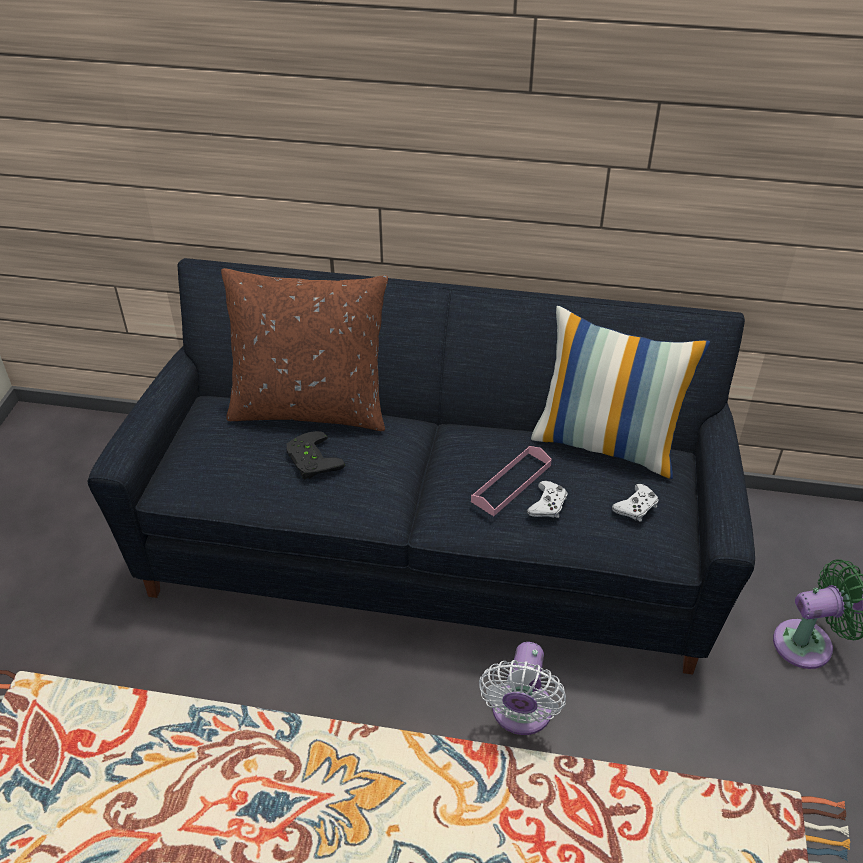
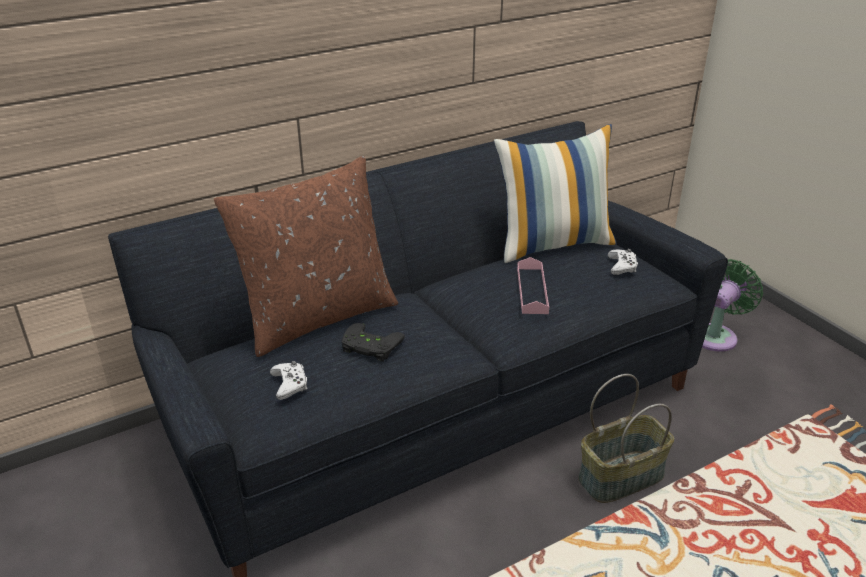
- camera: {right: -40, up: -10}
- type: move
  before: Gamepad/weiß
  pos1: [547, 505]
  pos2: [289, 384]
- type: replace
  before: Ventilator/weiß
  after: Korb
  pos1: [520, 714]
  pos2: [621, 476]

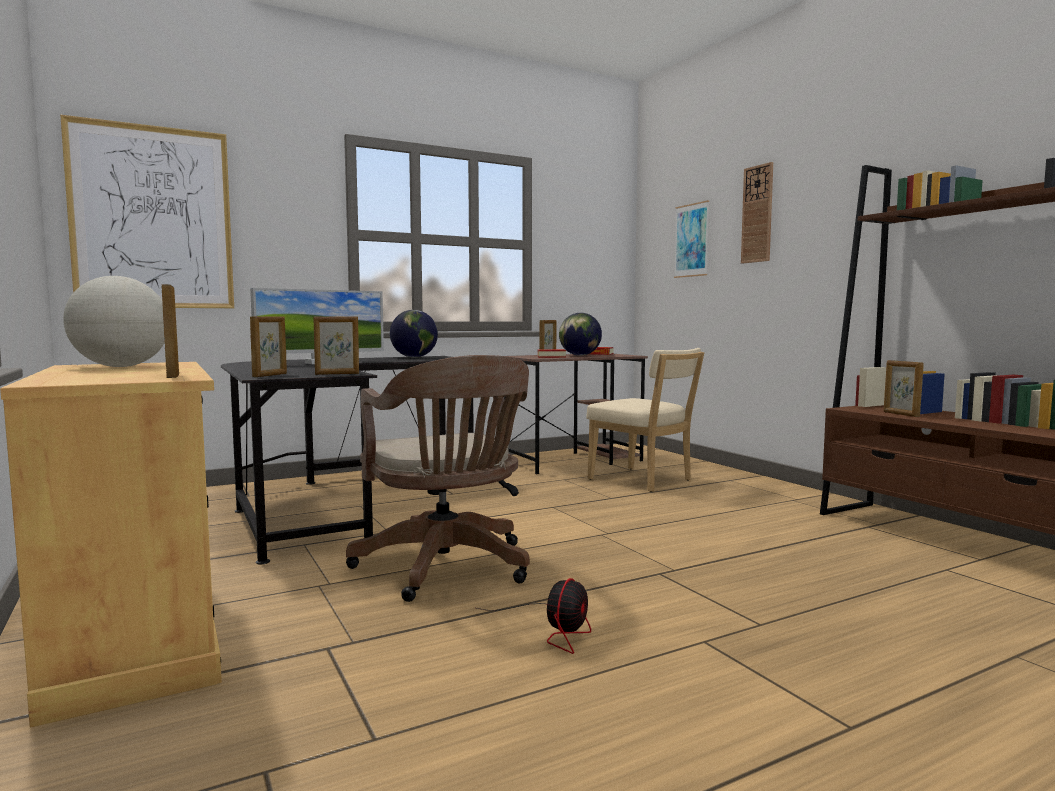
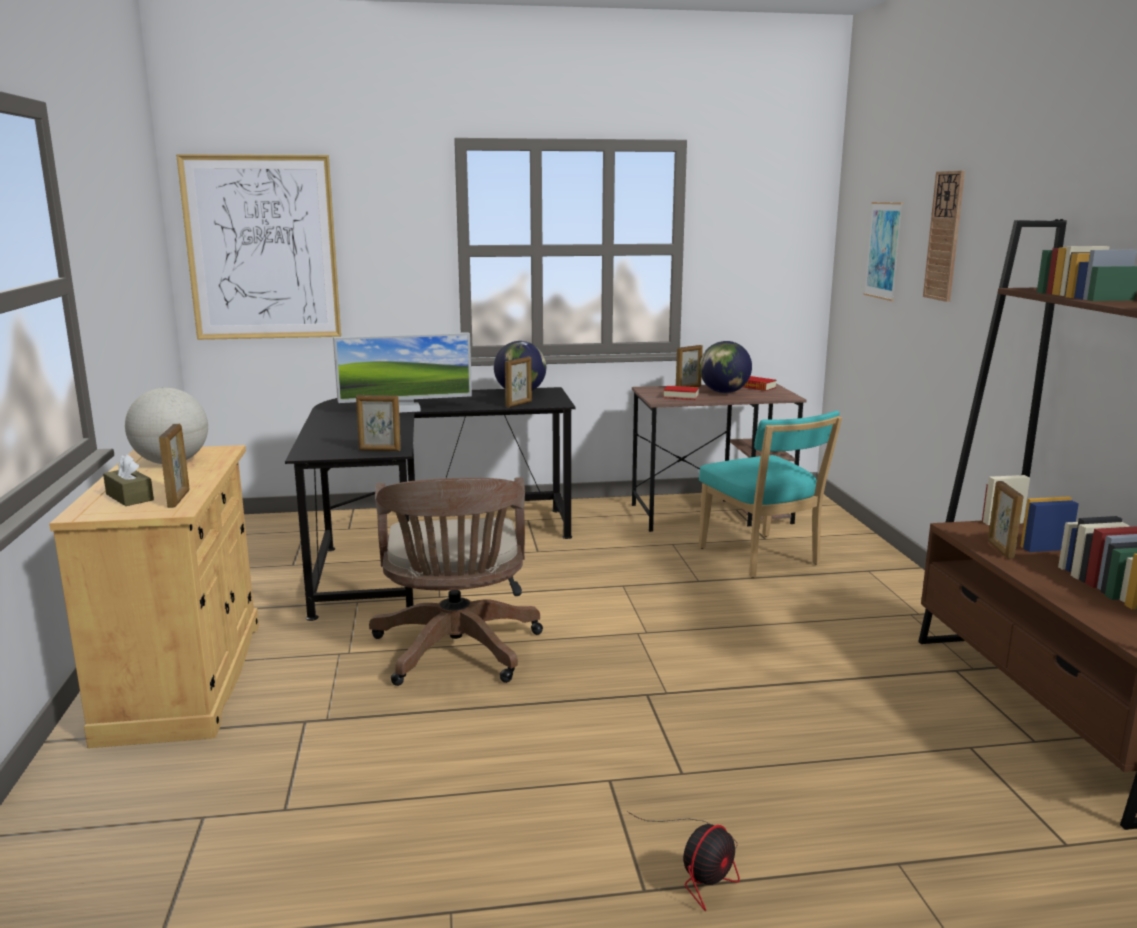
- camera: {right: 20, up: 10}
- type: insert
  after: Taschentuchbox/braun
  pos2: [129, 497]
- type: move
  before: Bilderrahmen
  pos1: [270, 375]
  pos2: [519, 404]
- type: move
  before: Ventilator
  pos1: [555, 629]
  pos2: [701, 867]
- type: recolor
  before: Stuhl/beige
  after: Stuhl/türkis
  pos1: [643, 480]
  pos2: [762, 558]

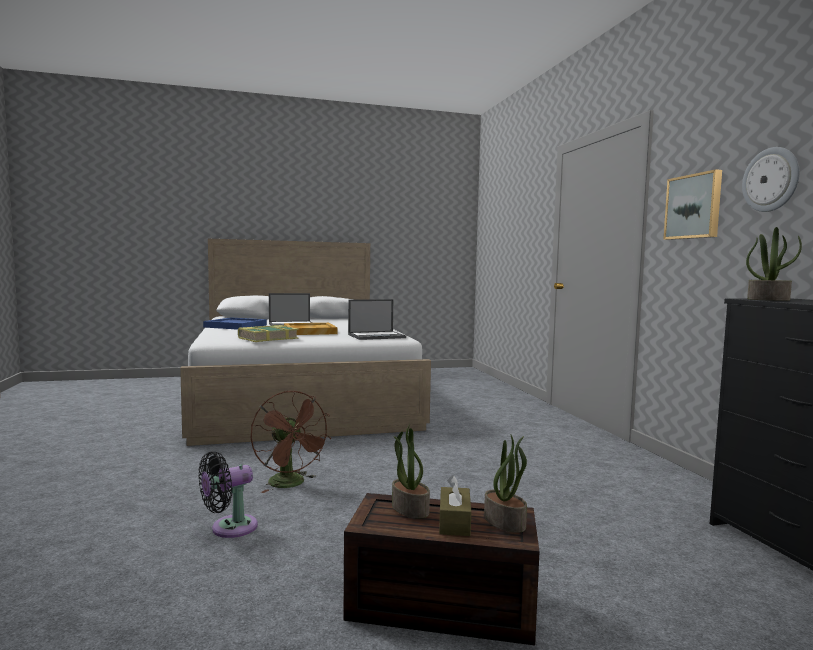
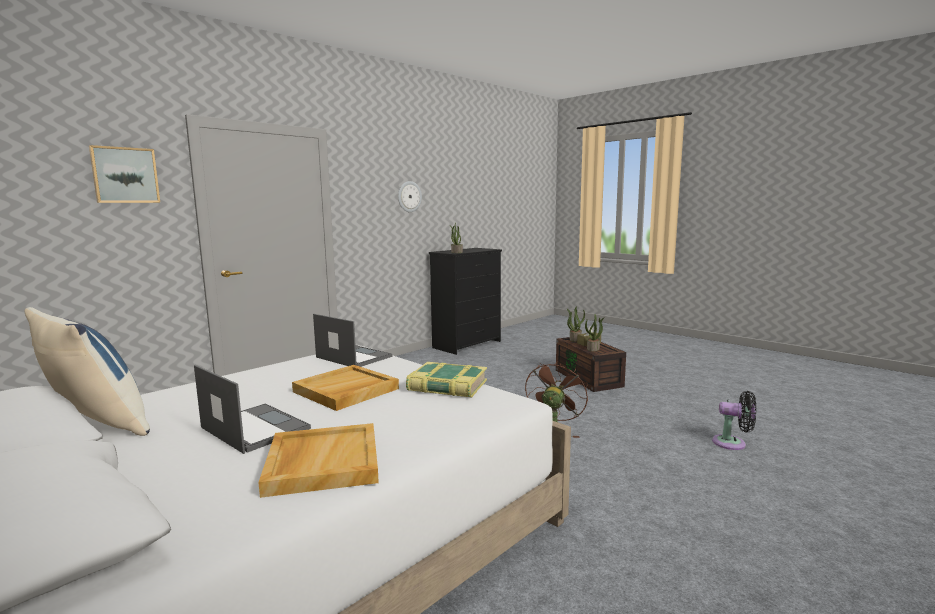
- camera: {right: -120, up: 5}
- type: insert
  after: Kissen/blau
  pos2: [95, 426]
- type: move
  before: Ventilator/schwarz
  pos1: [229, 528]
  pos2: [732, 443]
- type: move
  before: Bild
  pos1: [694, 206]
  pos2: [125, 175]
- type: recolor
  before: Tablett/blau
  after: Tablett/beige
  pos1: [236, 326]
  pos2: [322, 462]

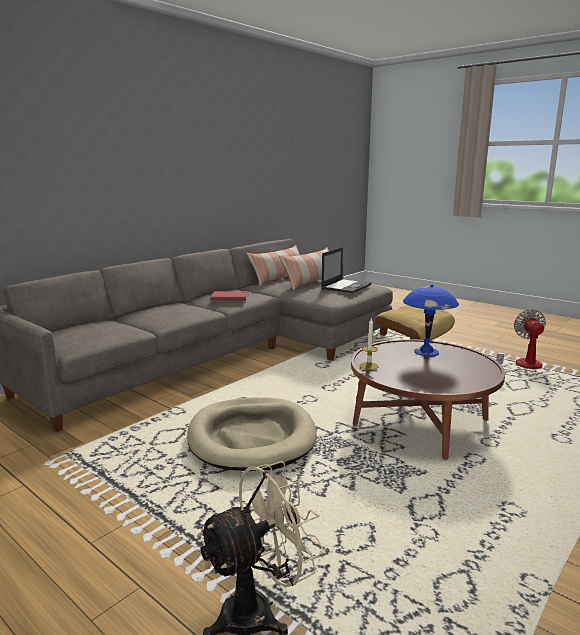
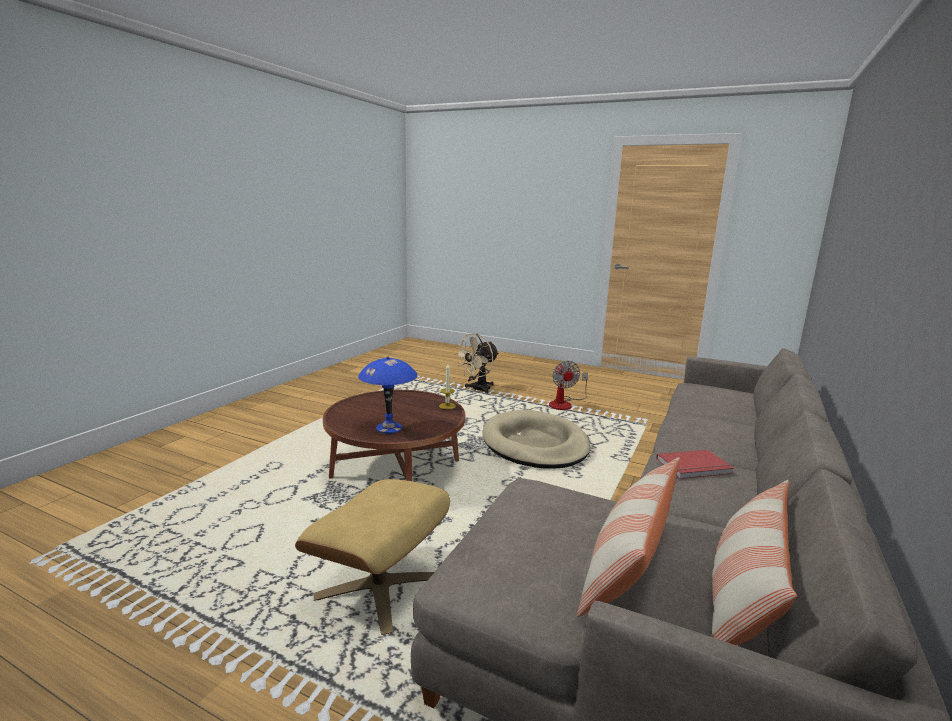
- camera: {right: 165, up: 0}
- type: delete
  before: Laptop
  pos1: [346, 286]
- type: move
  before: Ventilator
  pos1: [523, 367]
  pos2: [564, 404]

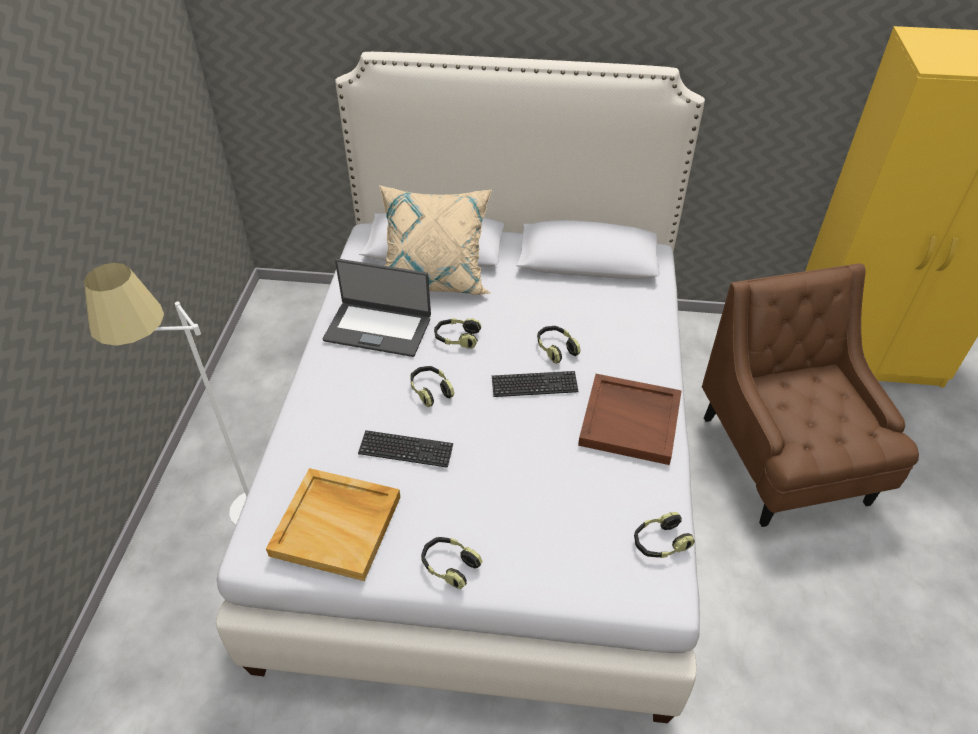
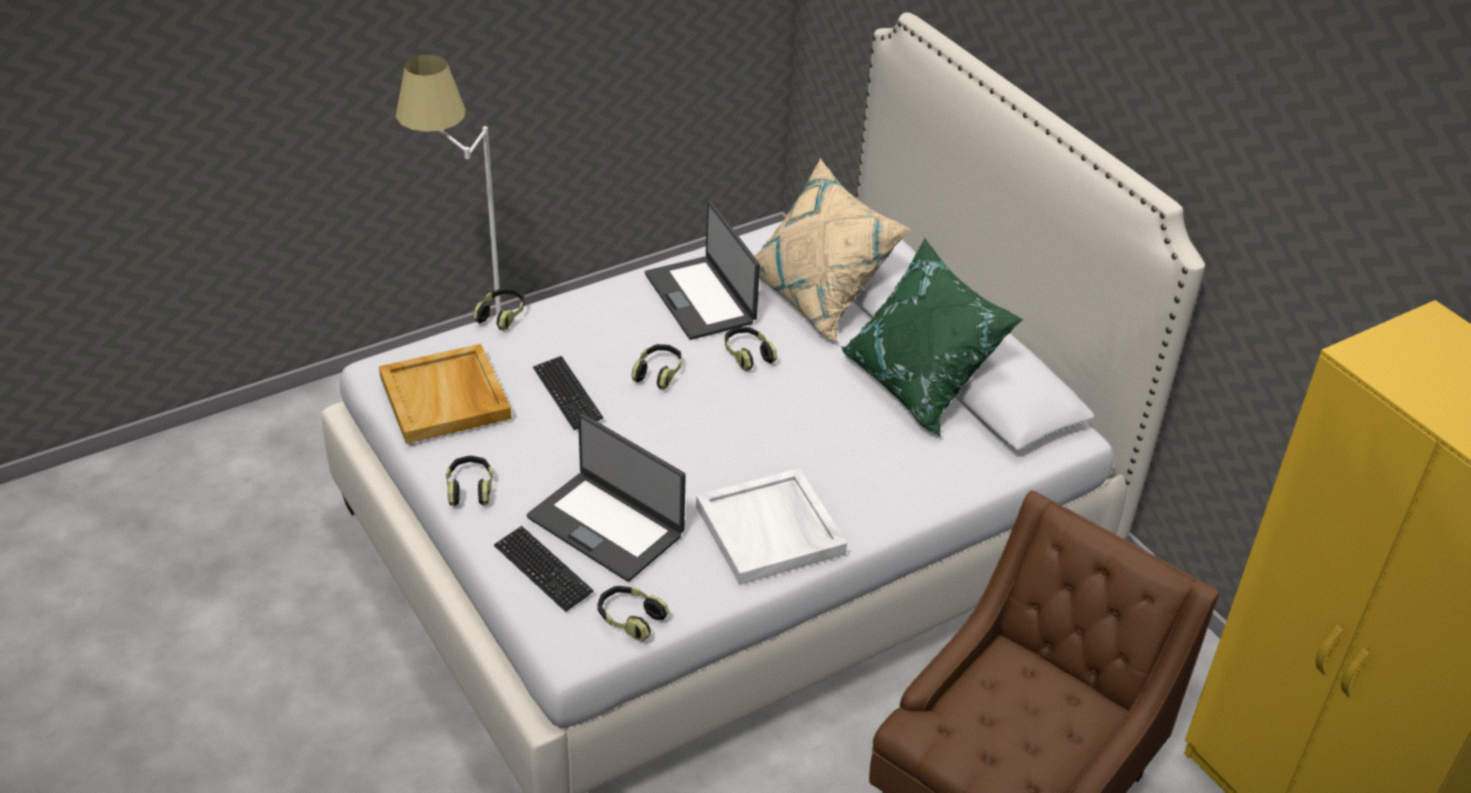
- camera: {right: 50, up: -5}
- type: insert
  after: Laptop
  pos2: [606, 525]
- type: insert
  after: Kissen/grün
  pos2: [920, 384]
- type: move
  before: Tastatur
  pos1: [534, 385]
  pos2: [543, 570]
- type: move
  before: Kopfhörer
  pos1: [556, 349]
  pos2: [501, 315]
- type: recolor
  before: Tablett/braun
  after: Tablett/weiß
  pos1: [631, 421]
  pos2: [771, 530]

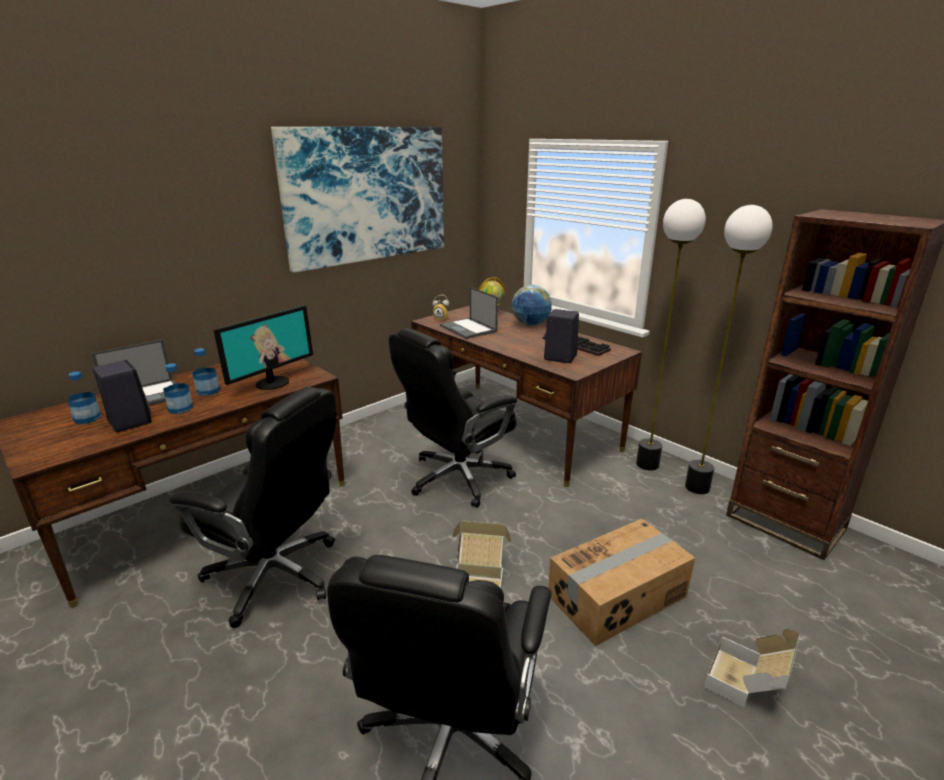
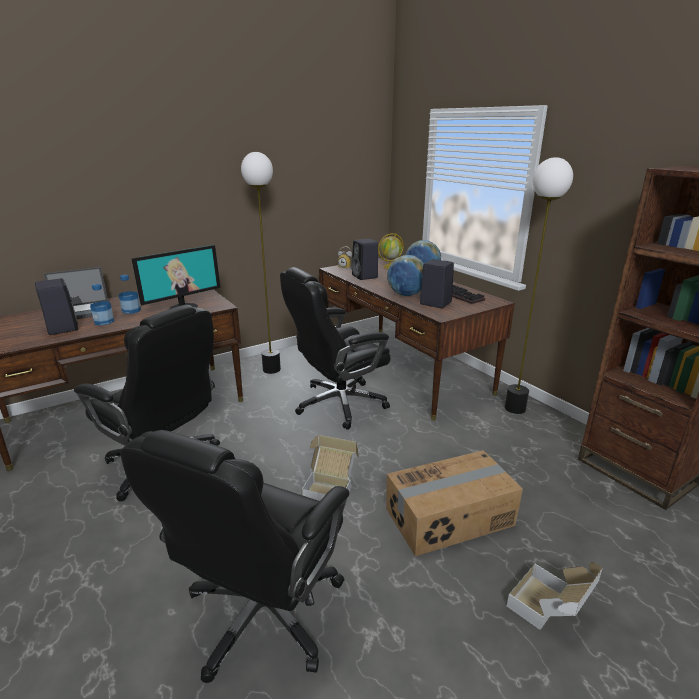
- camera: {right: 10, up: 0}
- type: delete
  before: Flasche
  pos1: [87, 418]
- type: delete
  before: Bild
  pos1: [367, 195]
- type: insert
  after: Globus
  pos2: [406, 295]
- type: move
  before: Stehlampe
  pos1: [697, 487]
  pos2: [271, 369]
- type: replace
  before: Laptop
  after: Lautsprecher/schwarz
  pos1: [469, 329]
  pos2: [365, 276]

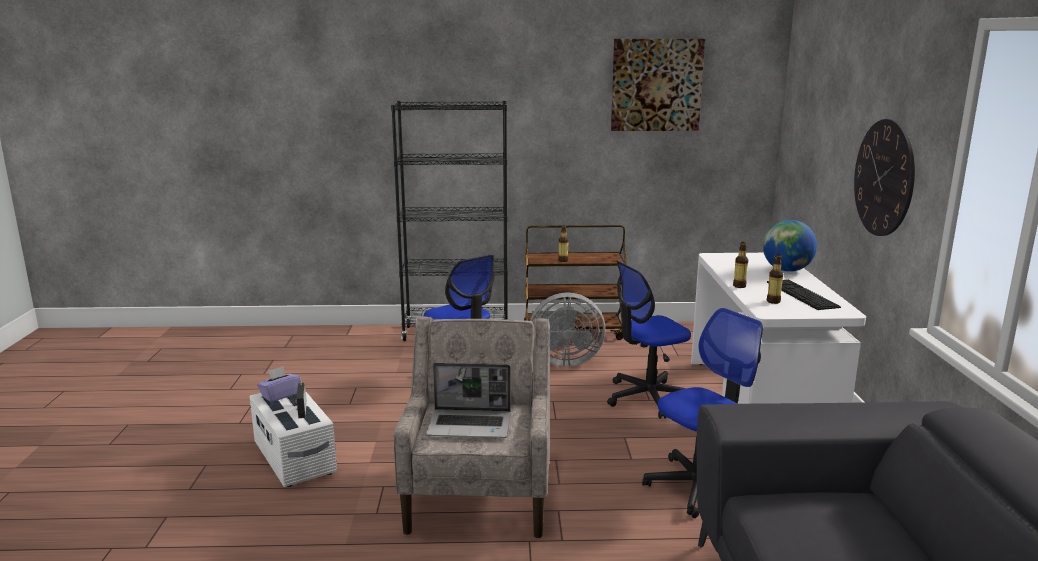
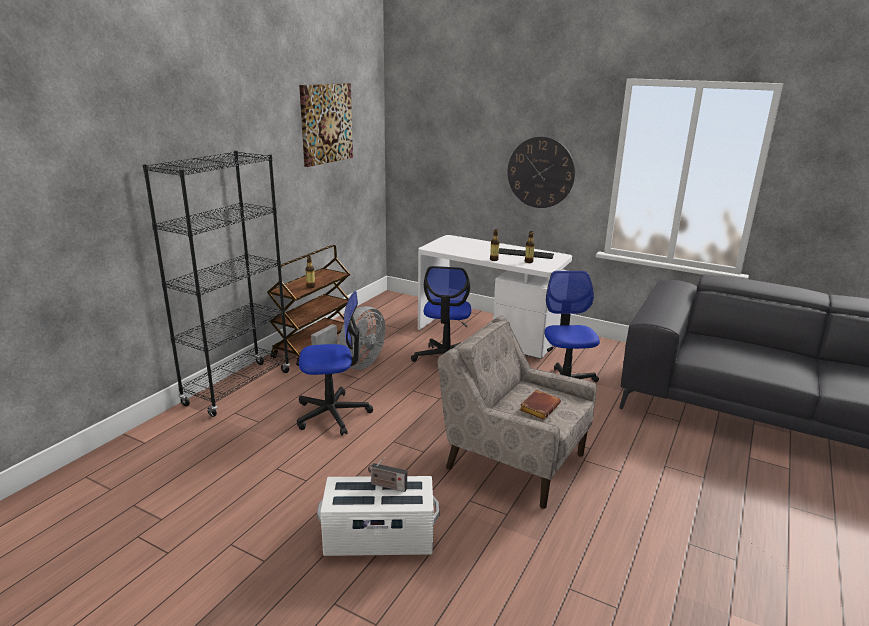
- camera: {right: -60, up: 5}
- type: delete
  before: Taschentuchbox/lila
  pos1: [280, 395]
- type: delete
  before: Globus
  pos1: [786, 270]
- type: replace
  before: Laptop
  after: Buch/braun
  pos1: [471, 425]
  pos2: [539, 407]

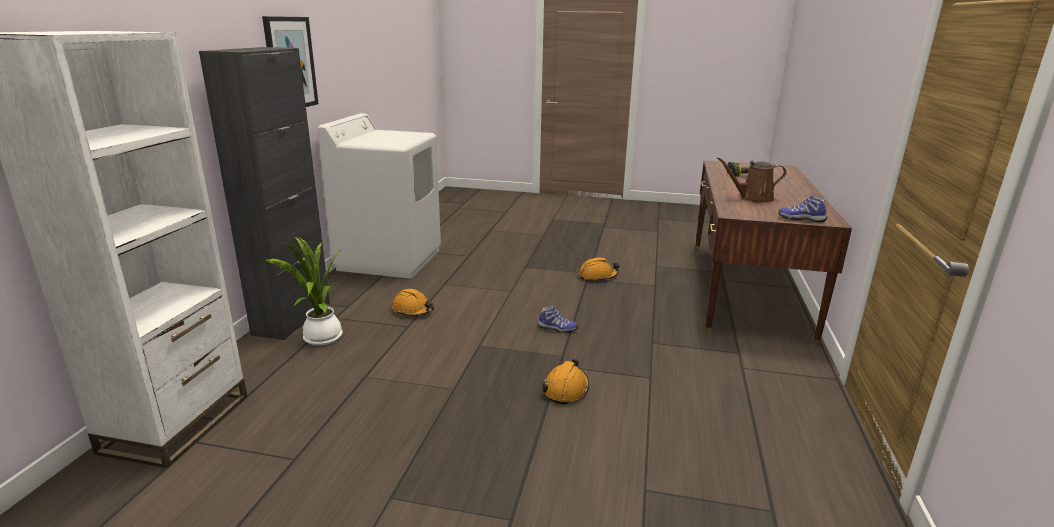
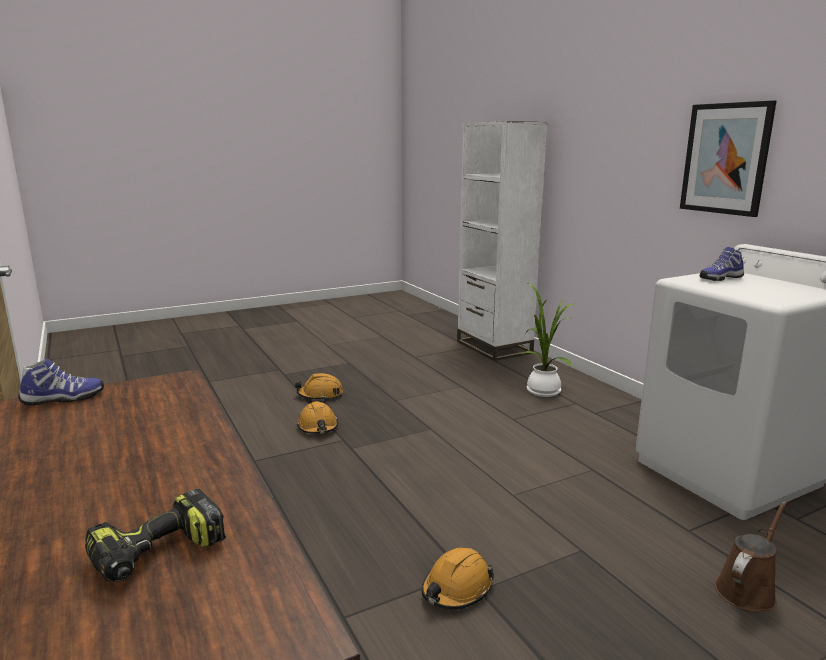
- camera: {right: 140, up: -5}
- type: delete
  before: Schrank/schwarz
  pos1: [292, 318]
- type: move
  before: Schutzhelm/orange
  pos1: [413, 310]
  pos2: [320, 395]
- type: move
  before: Schuh
  pos1: [557, 328]
  pos2: [719, 278]
- type: move
  before: Gießkanne/braun
  pos1: [753, 198]
  pos2: [747, 589]

